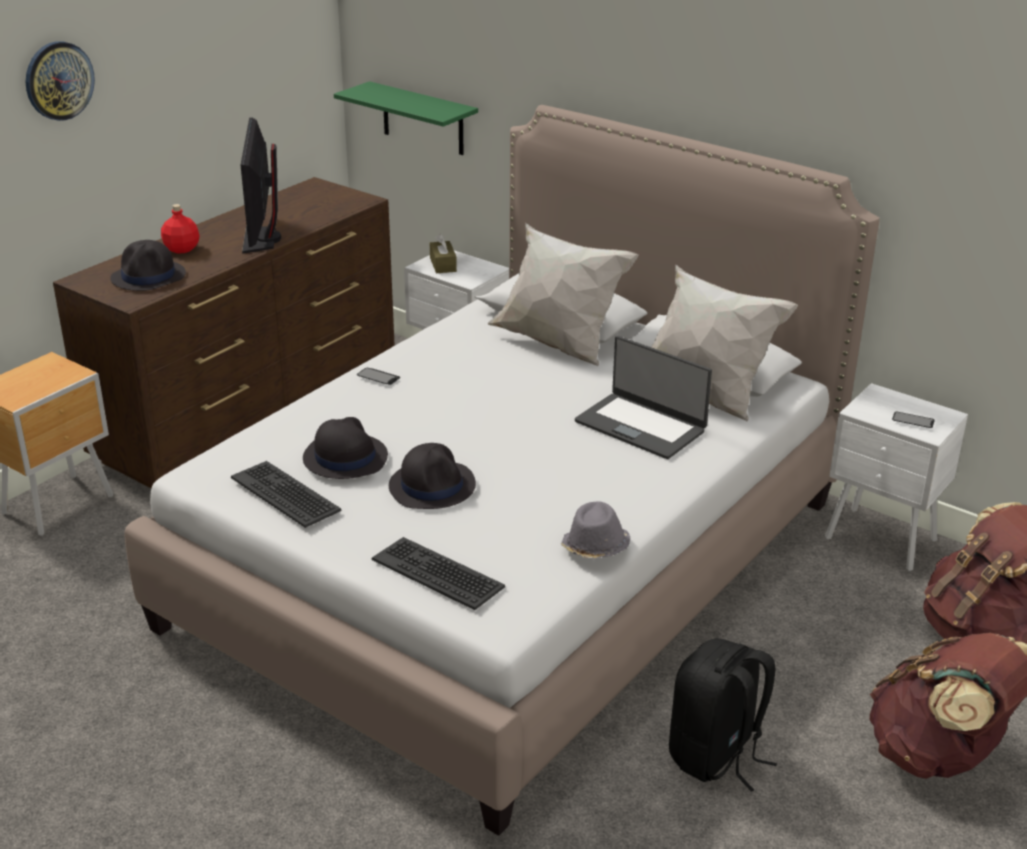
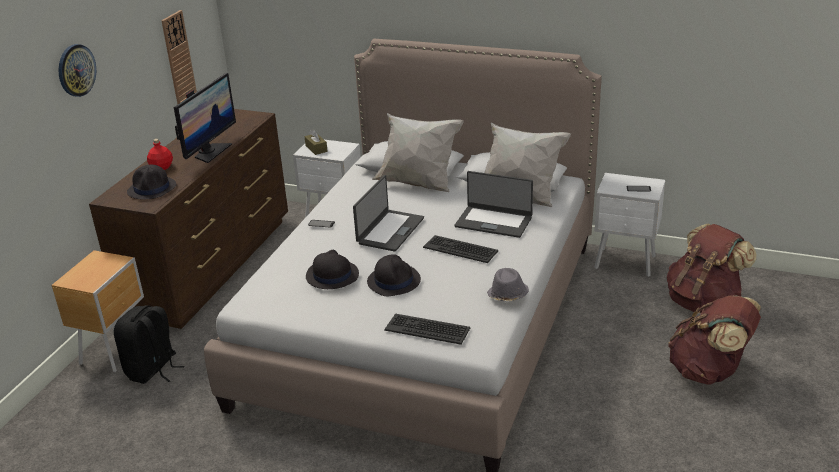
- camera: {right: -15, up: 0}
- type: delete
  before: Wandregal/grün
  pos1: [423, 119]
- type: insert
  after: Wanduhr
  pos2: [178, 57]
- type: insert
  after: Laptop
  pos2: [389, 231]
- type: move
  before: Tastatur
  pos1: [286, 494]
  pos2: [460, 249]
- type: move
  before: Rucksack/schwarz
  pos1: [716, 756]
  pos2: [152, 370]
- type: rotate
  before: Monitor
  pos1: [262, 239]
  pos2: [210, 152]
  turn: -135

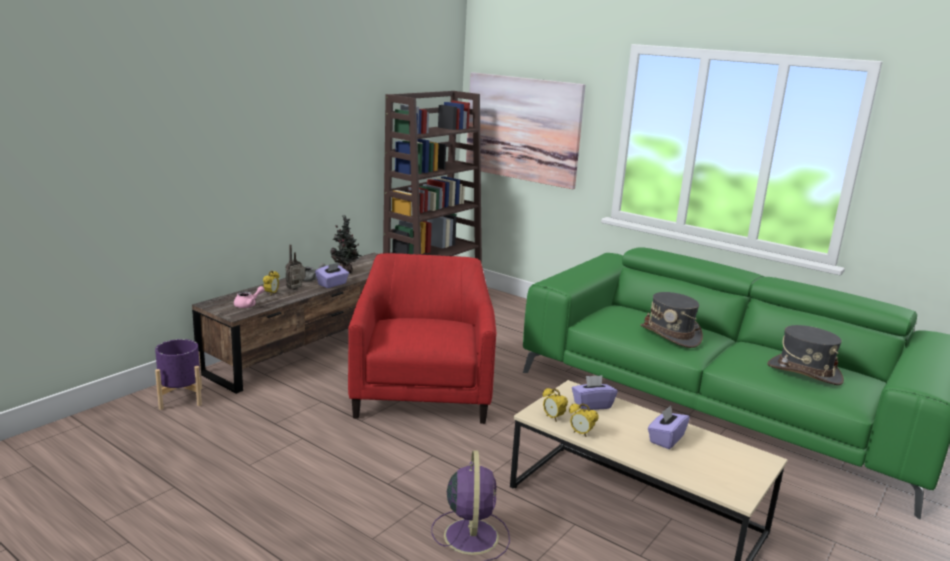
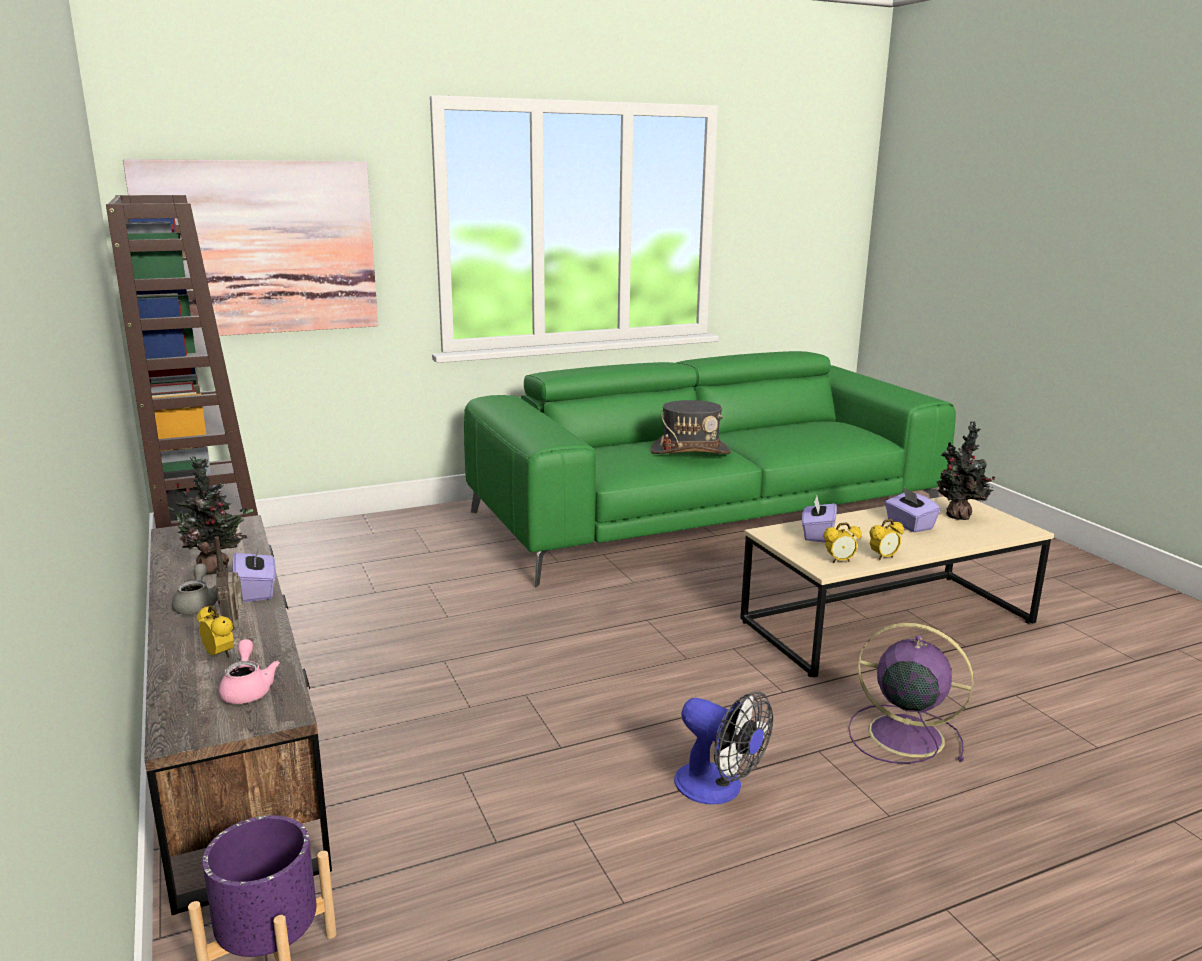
- camera: {right: -60, up: 0}
- type: delete
  before: Sessel/rot
  pos1: [422, 393]
- type: delete
  before: Hut/grau
  pos1: [804, 372]
- type: insert
  after: Ventilator
  pos2: [718, 788]
- type: insert
  after: Topfpflanze
  pos2: [958, 517]

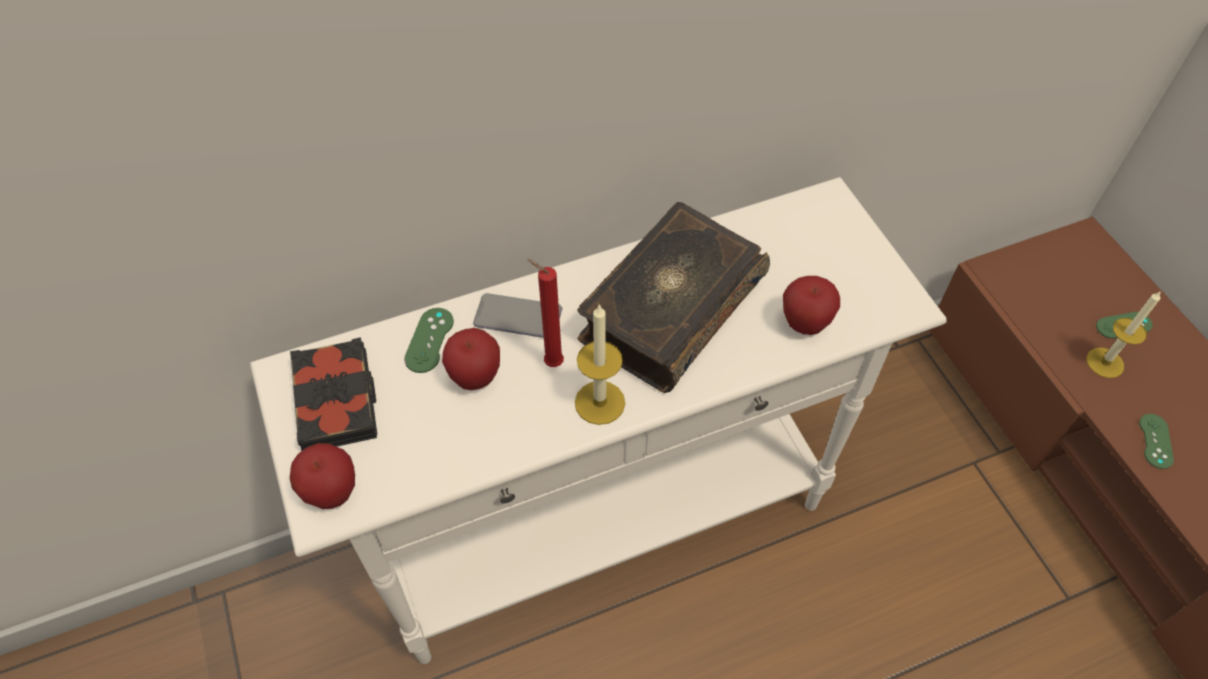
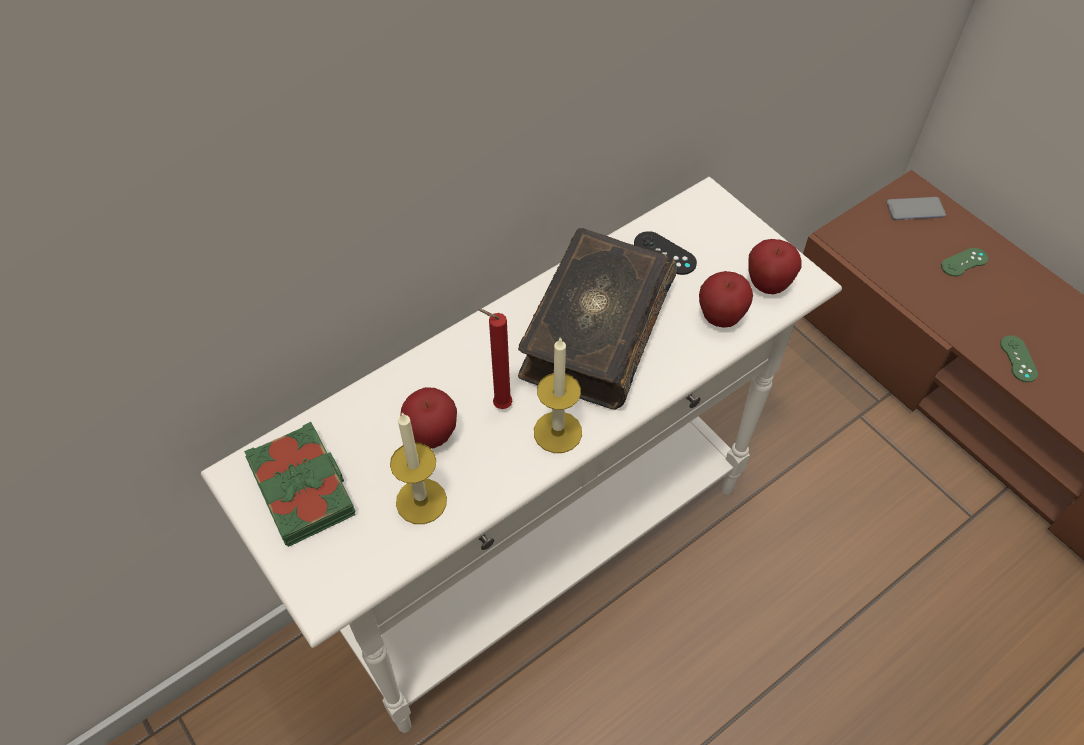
- camera: {right: -15, up: 0}
- type: delete
  before: Gamepad/grün
  pos1: [429, 340]
- type: insert
  after: Gamepad/schwarz
  pos2: [664, 253]
- type: move
  before: Apfel
  pos1: [332, 493]
  pos2: [767, 285]
- type: move
  before: Handy
  pos1: [518, 317]
  pos2: [915, 209]
- type: move
  before: Kerze
  pos1: [1105, 362]
  pos2: [421, 501]
- type: recolor
  before: Buch/schwarz
  after: Buch/grün
  pos1: [337, 400]
  pos2: [303, 488]

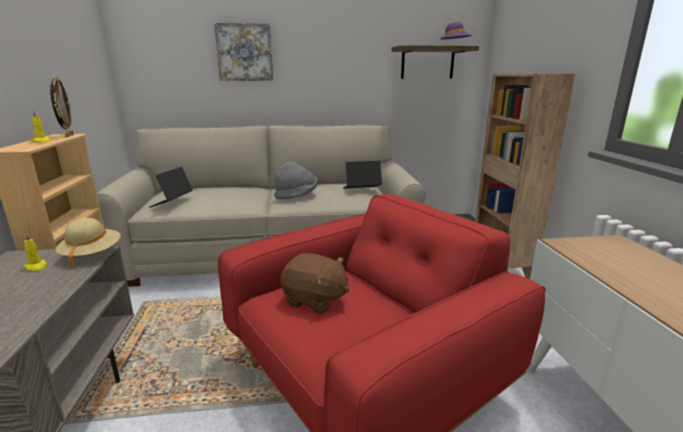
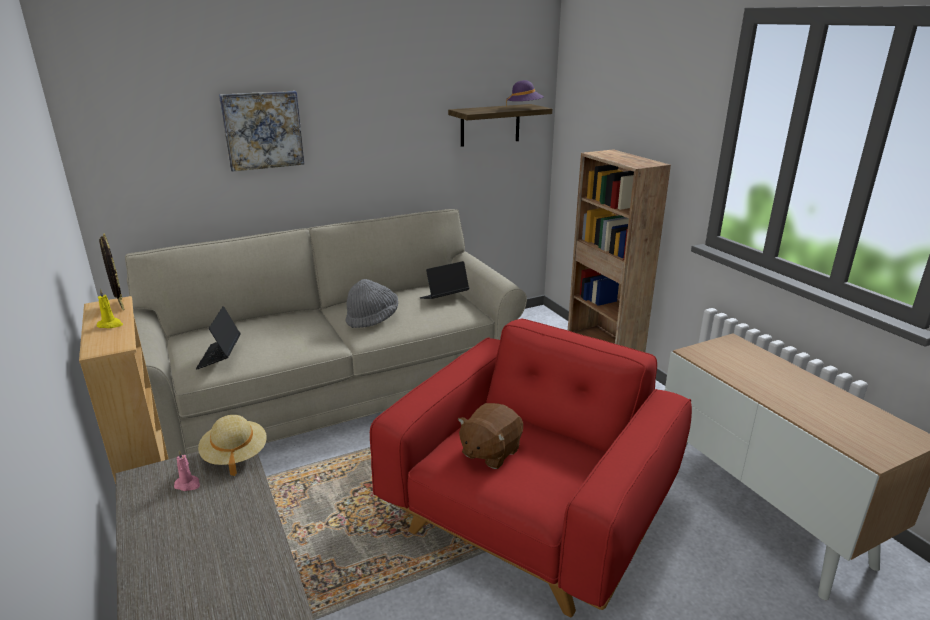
- camera: {right: -20, up: 5}
- type: recolor
  before: Kerze/gelb
  after: Kerze/rosa
  pos1: [36, 267]
  pos2: [188, 484]
- type: rotate
  before: Plüschtier/braun
  pos1: [315, 300]
  pos2: [490, 452]
  turn: 120

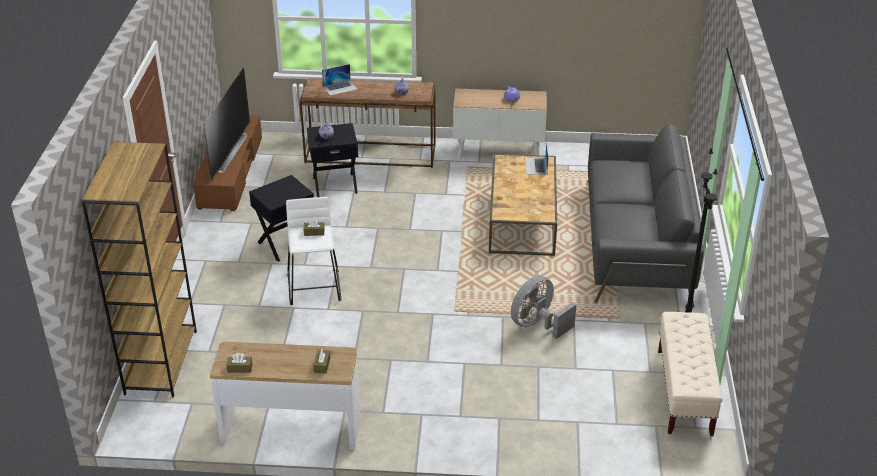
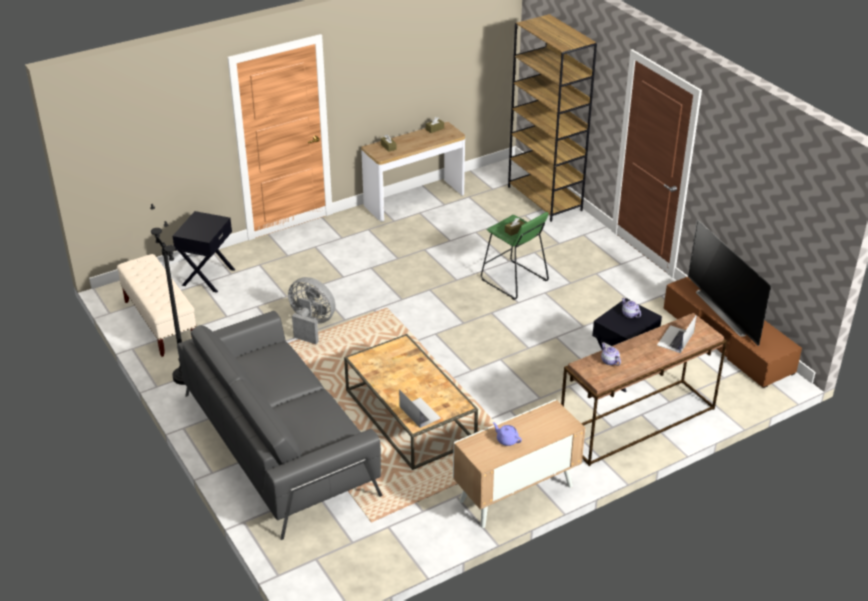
- camera: {right: 145, up: 0}
- type: move
  before: Beistelltisch/schwarz
  pos1: [286, 244]
  pos2: [207, 277]
- type: recolor
  before: Hocker/weiß
  after: Hocker/grün
  pos1: [314, 287]
  pos2: [513, 280]
- type: rotate
  before: Ventilator/grau
  pos1: [538, 325]
  pos2: [311, 325]
  turn: -75

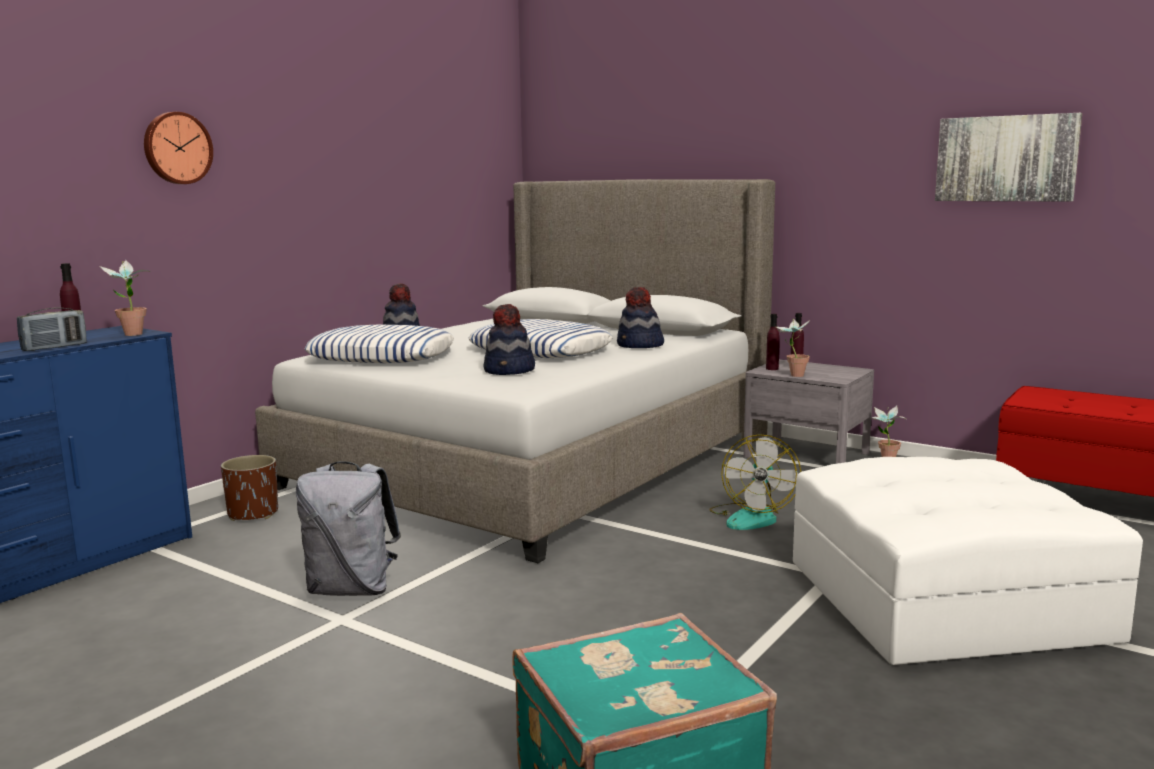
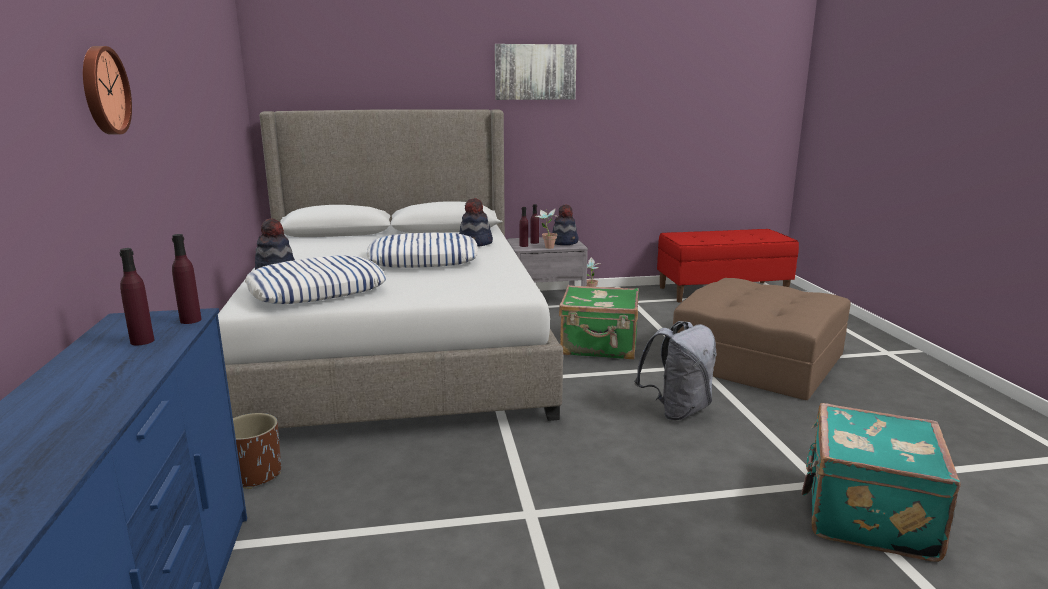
- camera: {right: -45, up: 5}
- type: delete
  before: Radio
  pos1: [54, 347]
- type: move
  before: Rucksack/grau
  pos1: [352, 589]
  pos2: [677, 410]
- type: move
  before: Hut
  pos1: [510, 371]
  pos2: [564, 242]
- type: move
  before: Bild
  pos1: [1006, 158]
  pos2: [535, 72]
- type: replace
  before: Topfpflanze
  after: Flasche/lila
  pos1: [132, 335]
  pos2: [190, 320]
- type: replace
  before: Ventilator
  after: Koffer/grün
  pos1: [752, 517]
  pos2: [599, 347]
- type: recolor
  before: Polsterhocker/weiß
  after: Polsterhocker/braun
  pos1: [945, 599]
  pos2: [758, 360]

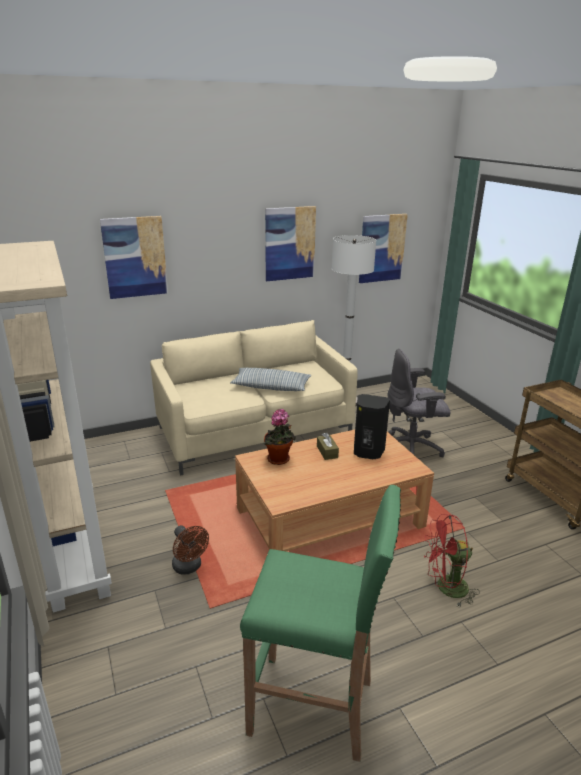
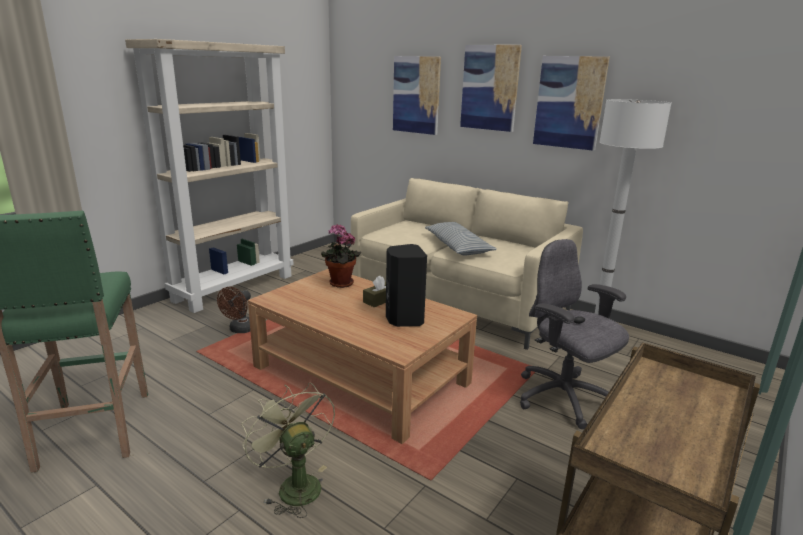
- camera: {right: 60, up: -5}
- type: move
  before: Bild
  pos1: [382, 248]
  pos2: [490, 88]
- type: recolor
  before: Ventilator/rot
  after: Ventilator/grün
  pos1: [446, 588]
  pos2: [294, 485]

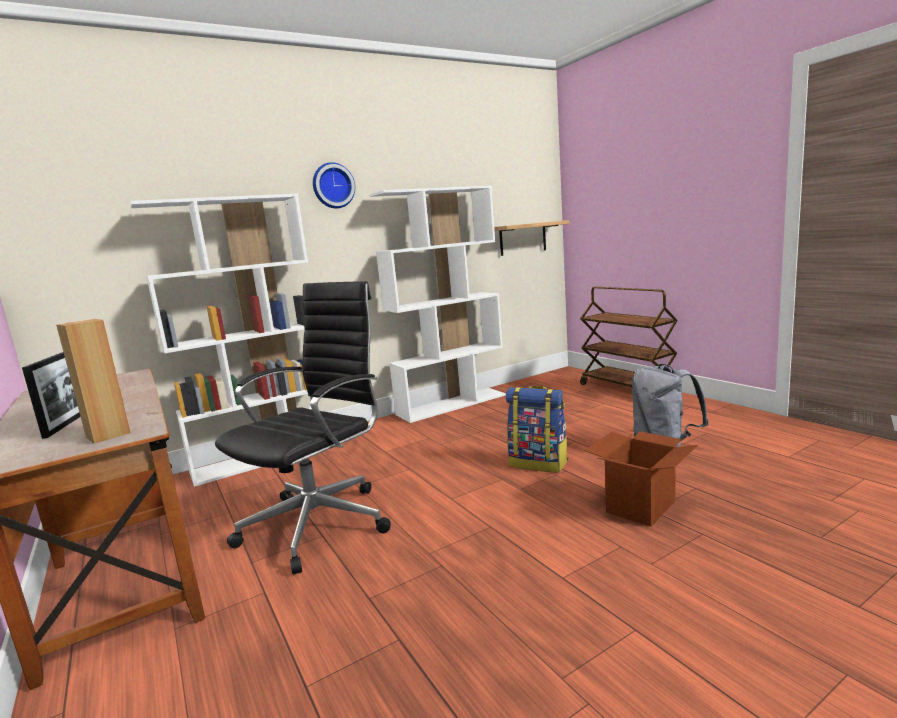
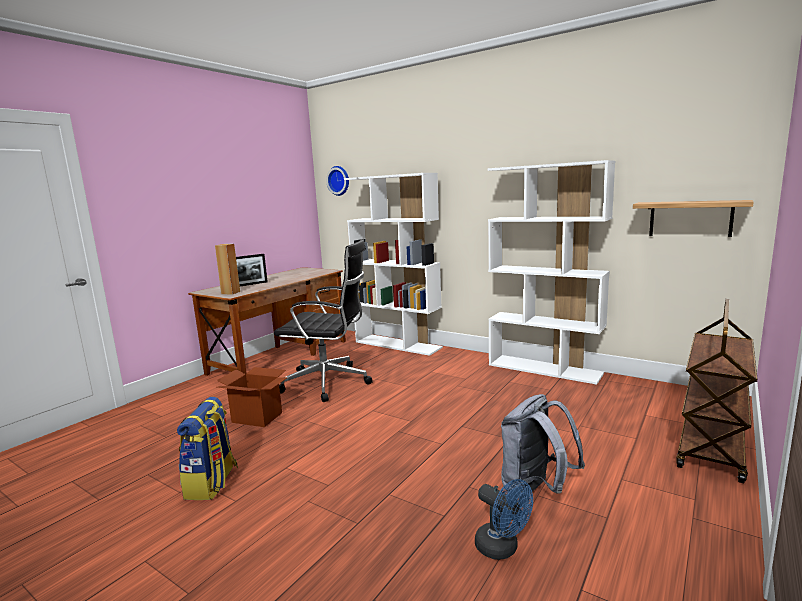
- camera: {right: 65, up: 0}
- type: insert
  after: Ventilator/blau
  pos2: [502, 548]
- type: move
  before: Wanduhr
  pos1: [332, 186]
  pos2: [339, 180]
- type: move
  before: Rucksack
  pos1: [539, 463]
  pos2: [212, 483]
- type: move
  before: Karton
  pos1: [640, 506]
  pos2: [257, 417]

